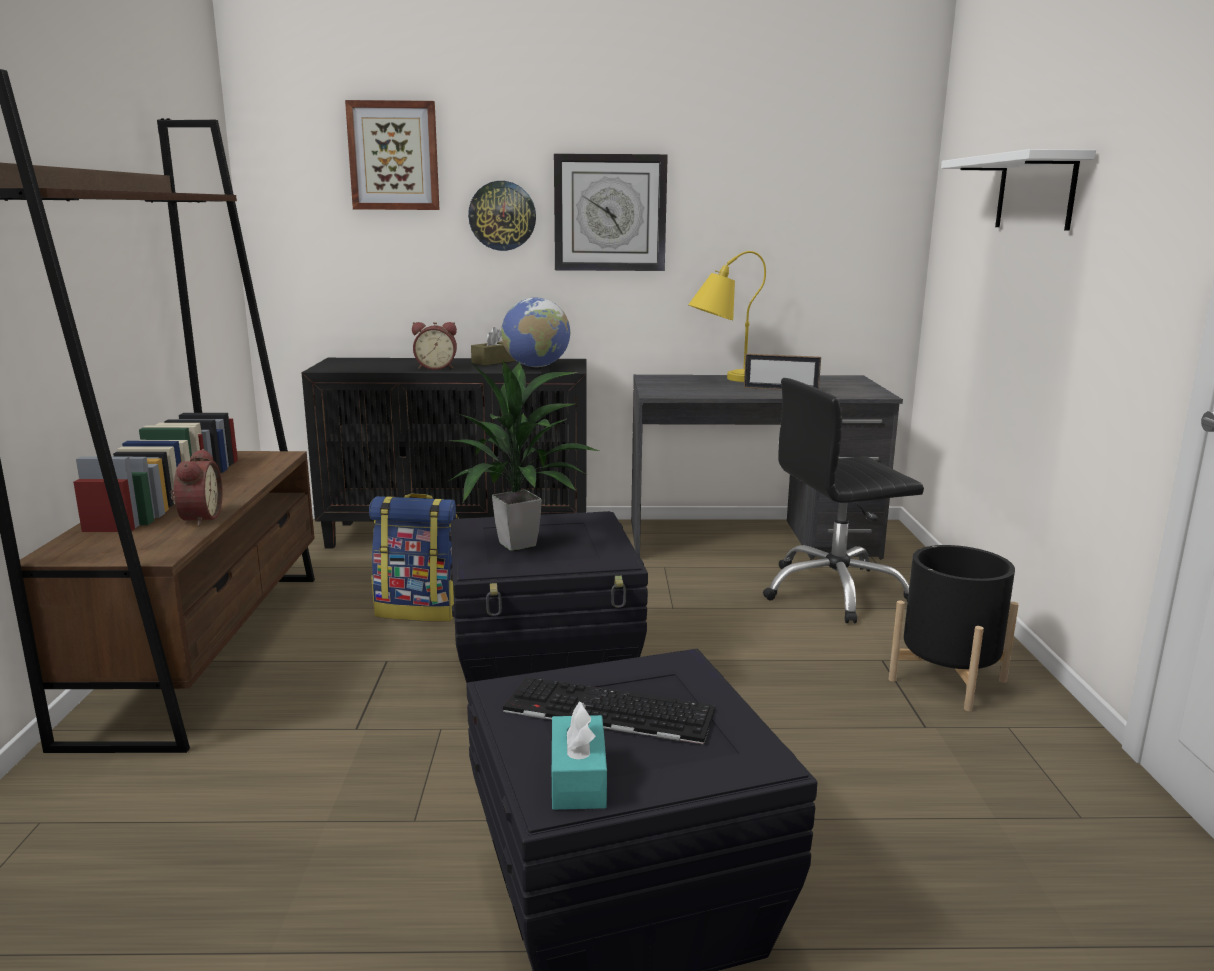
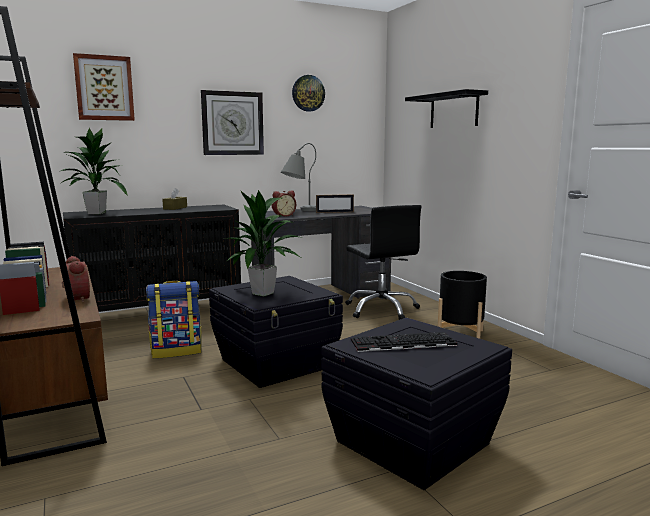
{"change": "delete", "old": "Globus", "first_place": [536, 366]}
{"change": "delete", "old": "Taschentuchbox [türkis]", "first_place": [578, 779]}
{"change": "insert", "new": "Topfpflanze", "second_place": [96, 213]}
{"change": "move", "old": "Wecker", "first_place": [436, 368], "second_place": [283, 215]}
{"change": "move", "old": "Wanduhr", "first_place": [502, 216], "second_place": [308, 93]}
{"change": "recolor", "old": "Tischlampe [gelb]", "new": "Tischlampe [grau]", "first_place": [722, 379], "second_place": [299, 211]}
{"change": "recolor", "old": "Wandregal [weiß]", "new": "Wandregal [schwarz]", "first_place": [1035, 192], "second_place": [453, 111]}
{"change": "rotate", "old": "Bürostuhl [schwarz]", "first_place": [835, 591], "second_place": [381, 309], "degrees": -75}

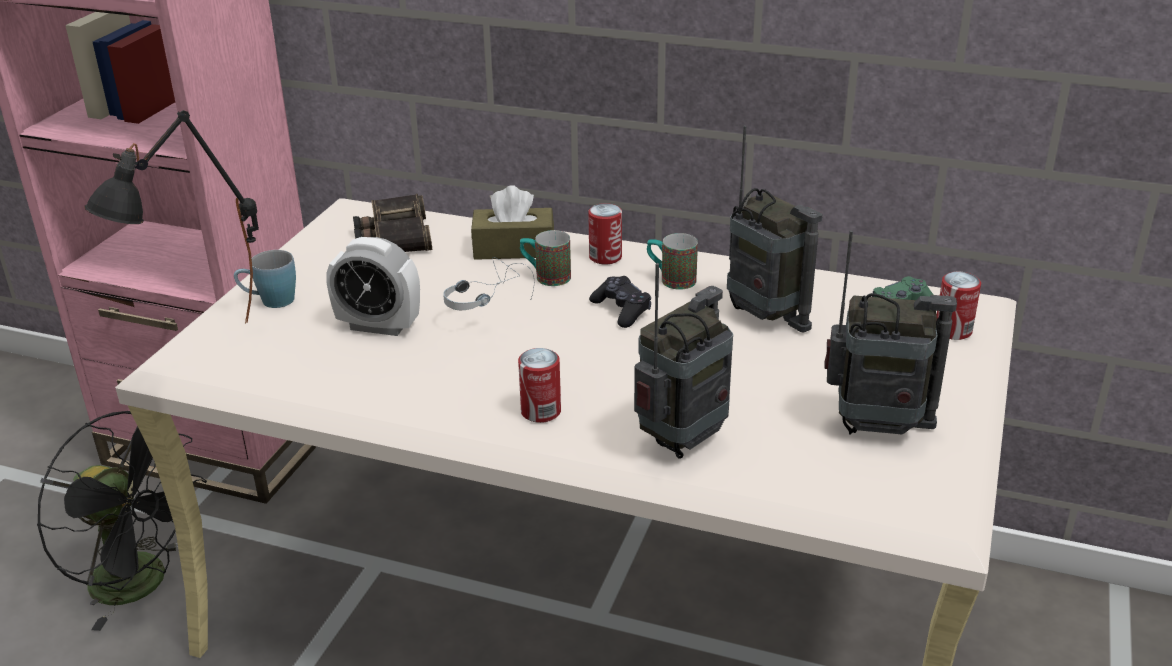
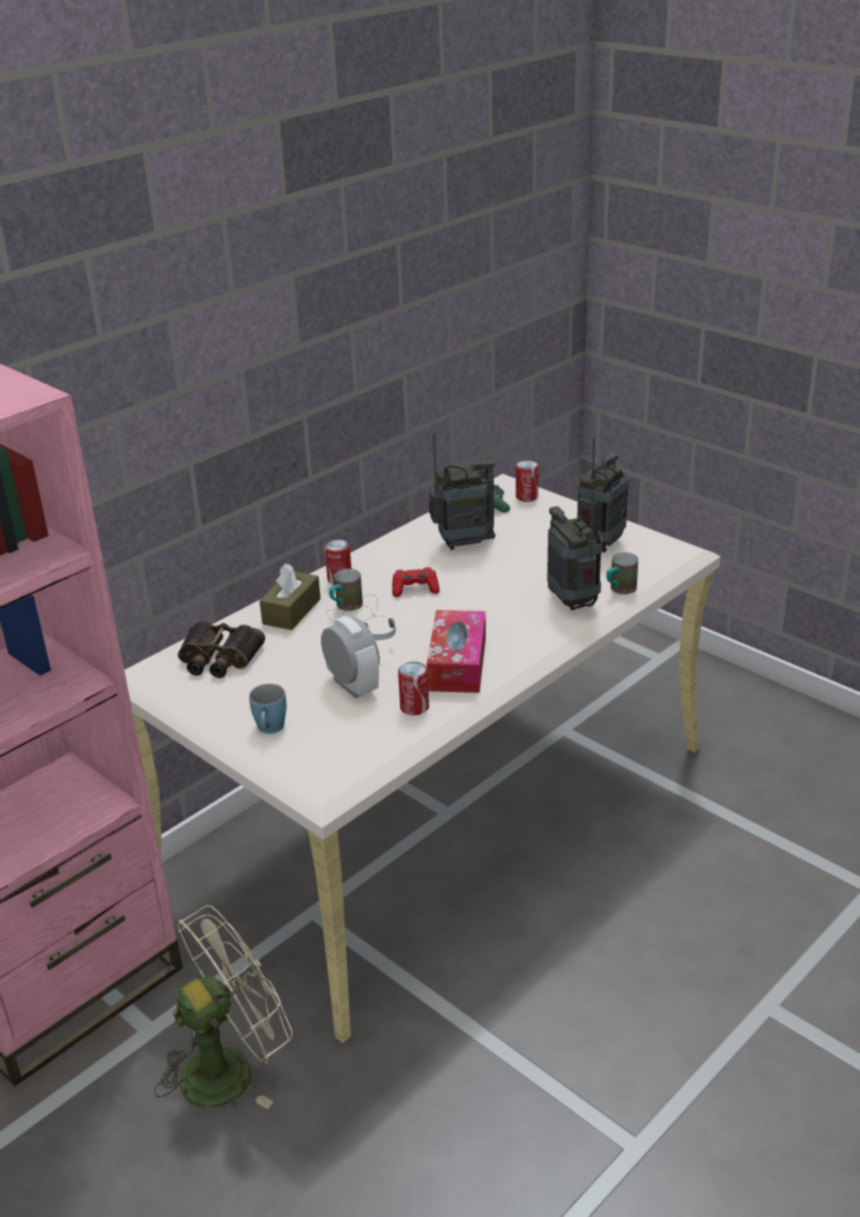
{"change": "delete", "old": "Tischlampe [schwarz]", "first_place": [206, 349]}
{"change": "insert", "new": "Taschentuchbox", "second_place": [457, 664]}
{"change": "move", "old": "Dose", "first_place": [541, 411], "second_place": [414, 707]}
{"change": "move", "old": "Henkelbecher", "first_place": [671, 279], "second_place": [619, 590]}
{"change": "recolor", "old": "Ventilator [schwarz]", "new": "Ventilator [beige]", "first_place": [143, 584], "second_place": [230, 1067]}
{"change": "recolor", "old": "Gamepad [schwarz]", "new": "Gamepad [rot]", "first_place": [621, 310], "second_place": [415, 589]}
{"change": "rotate", "old": "Wecker", "first_place": [378, 326], "second_place": [352, 685], "degrees": -75}

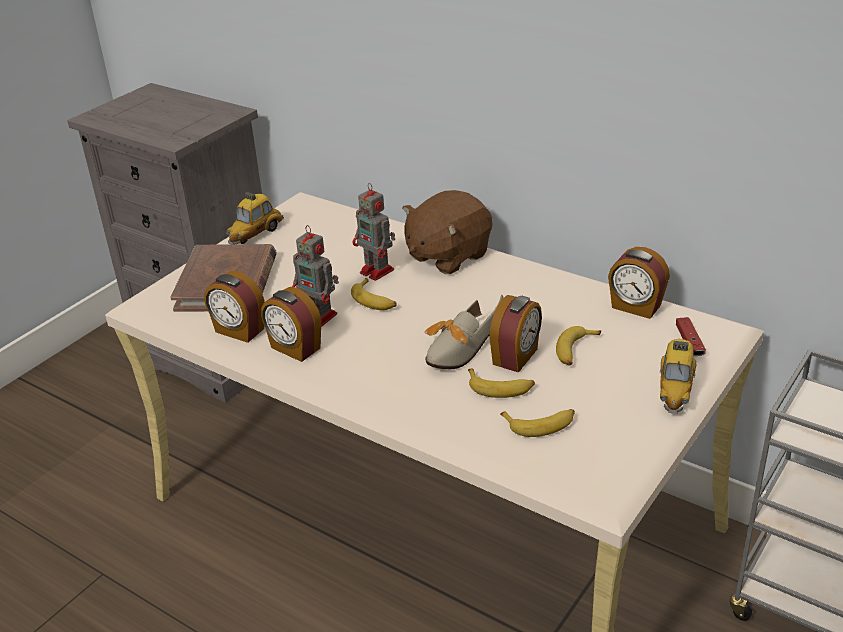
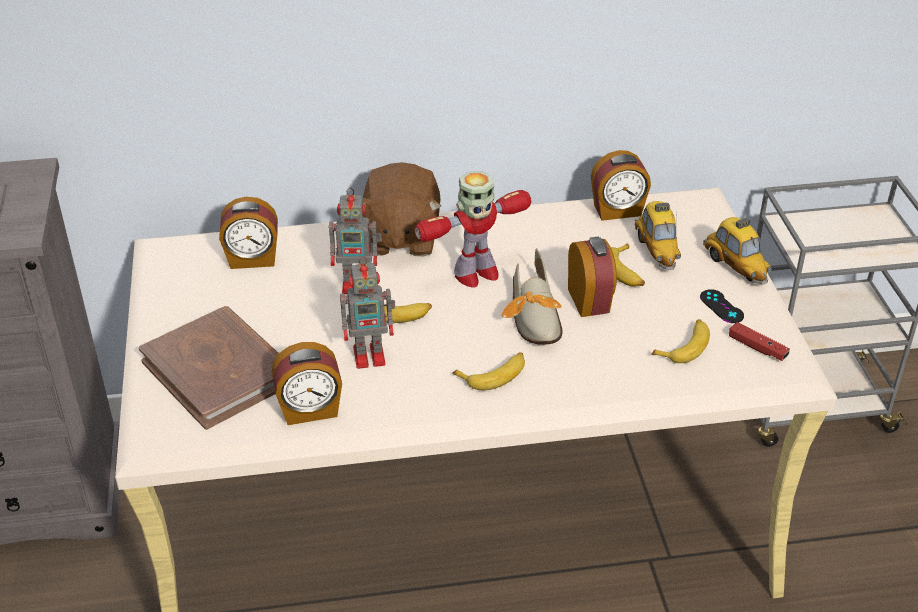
{"change": "insert", "new": "Spielzeugroboter", "second_place": [475, 274]}
{"change": "insert", "new": "Gamepad [schwarz]", "second_place": [721, 306]}
{"change": "move", "old": "Spielzeugauto", "first_place": [255, 234], "second_place": [657, 250]}
{"change": "move", "old": "Wecker", "first_place": [294, 348], "second_place": [252, 259]}
{"change": "move", "old": "Banane", "first_place": [500, 388], "second_place": [494, 375]}
{"change": "move", "old": "Gamepad [rot]", "first_place": [689, 342], "second_place": [757, 348]}

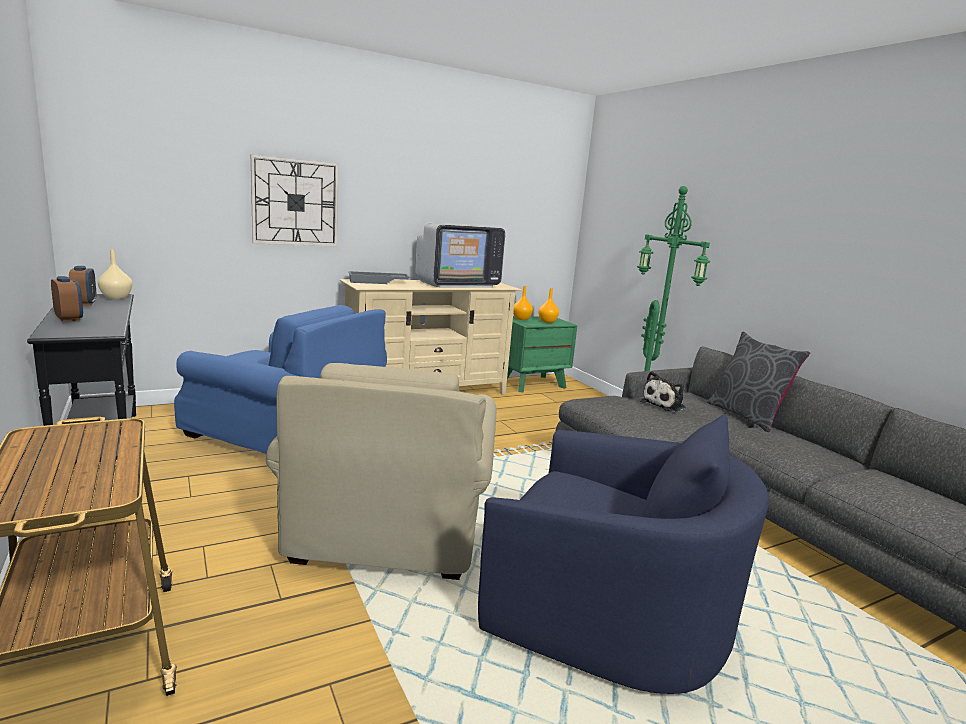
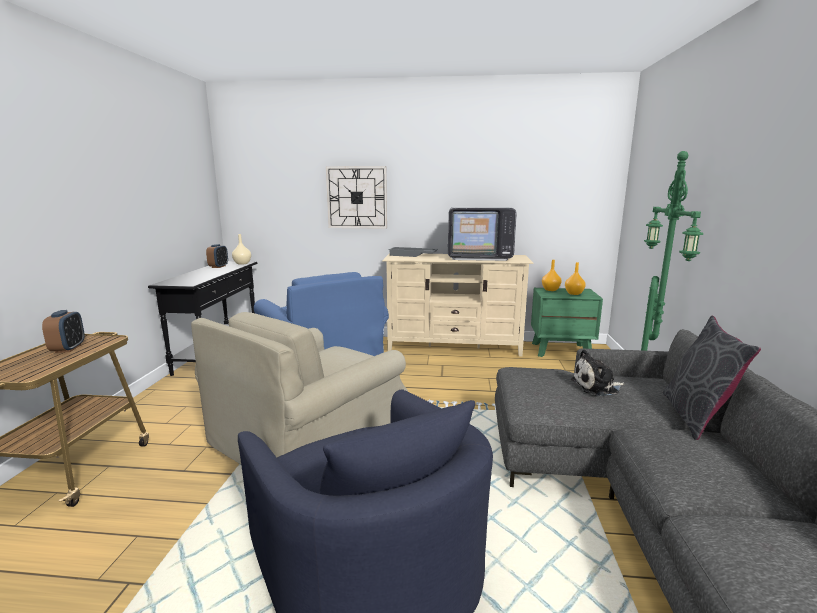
{"change": "move", "old": "Wecker", "first_place": [69, 318], "second_place": [68, 348]}

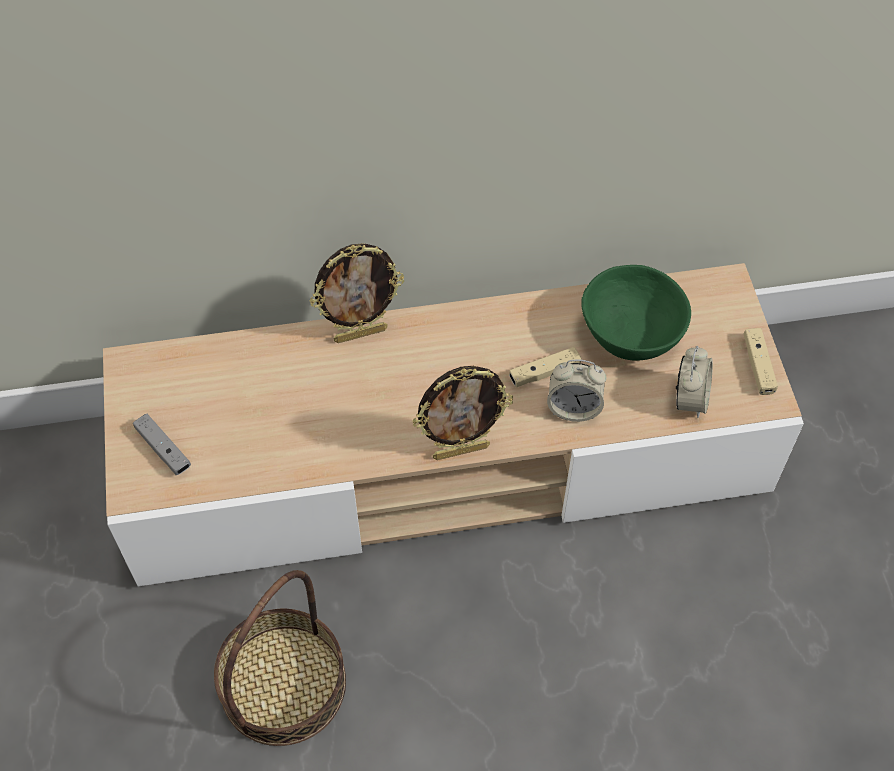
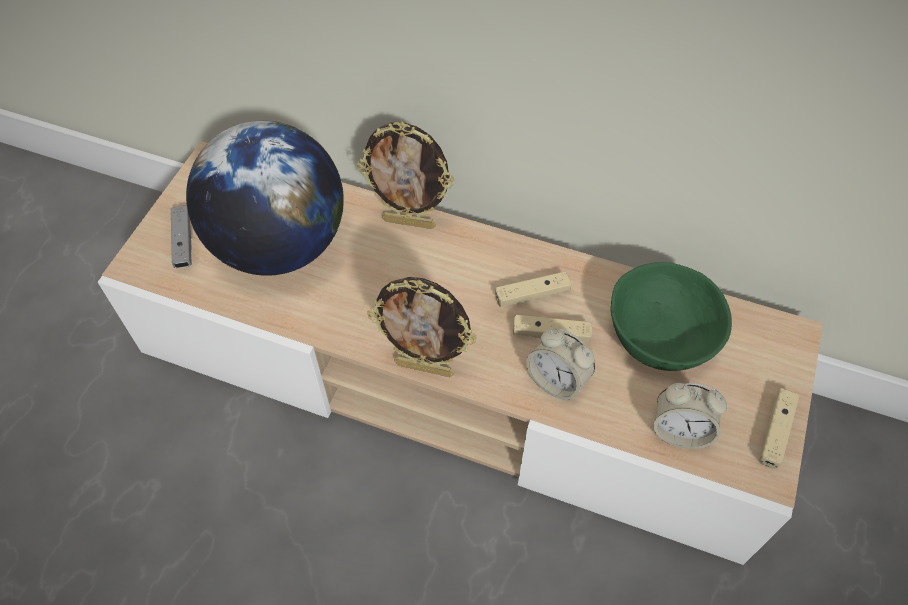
{"change": "delete", "old": "Korb", "first_place": [283, 683]}
{"change": "insert", "new": "Globus", "second_place": [279, 245]}
{"change": "insert", "new": "Gamepad [beige]", "second_place": [532, 294]}
{"change": "rotate", "old": "Wecker", "first_place": [689, 400], "second_place": [680, 430], "degrees": 60}

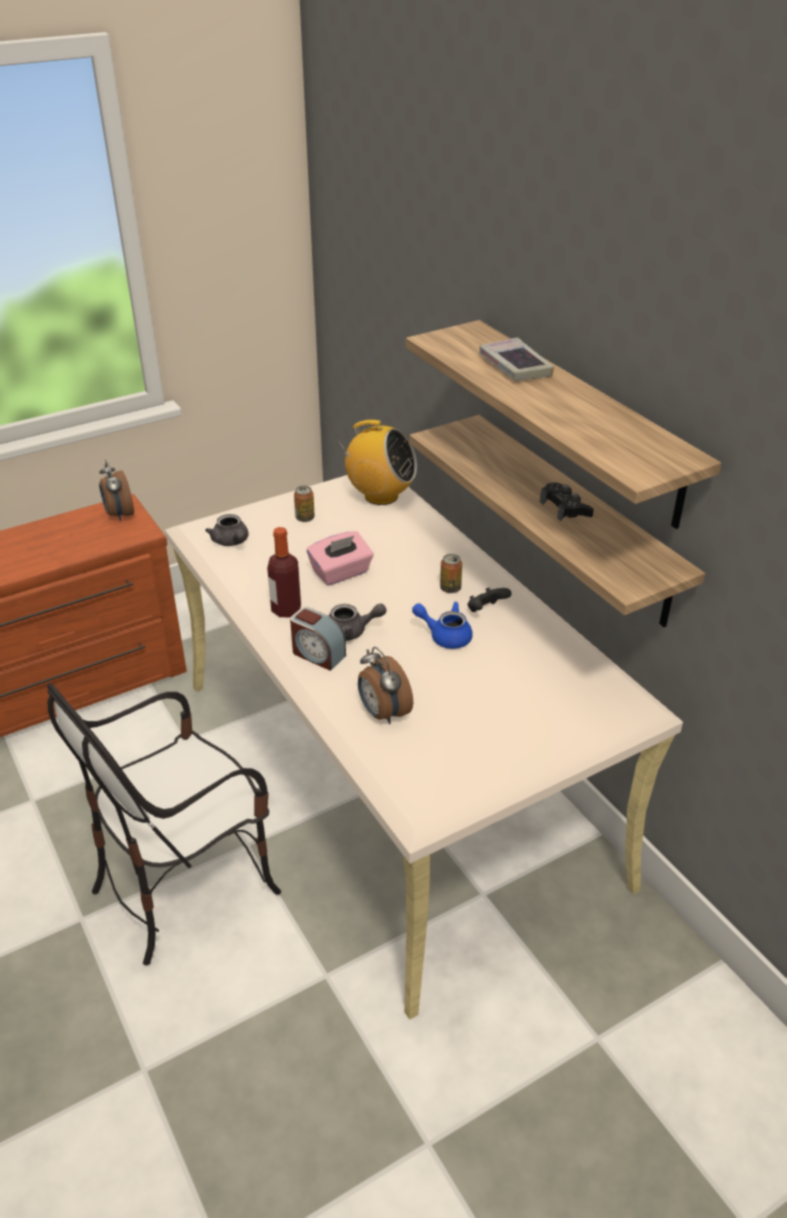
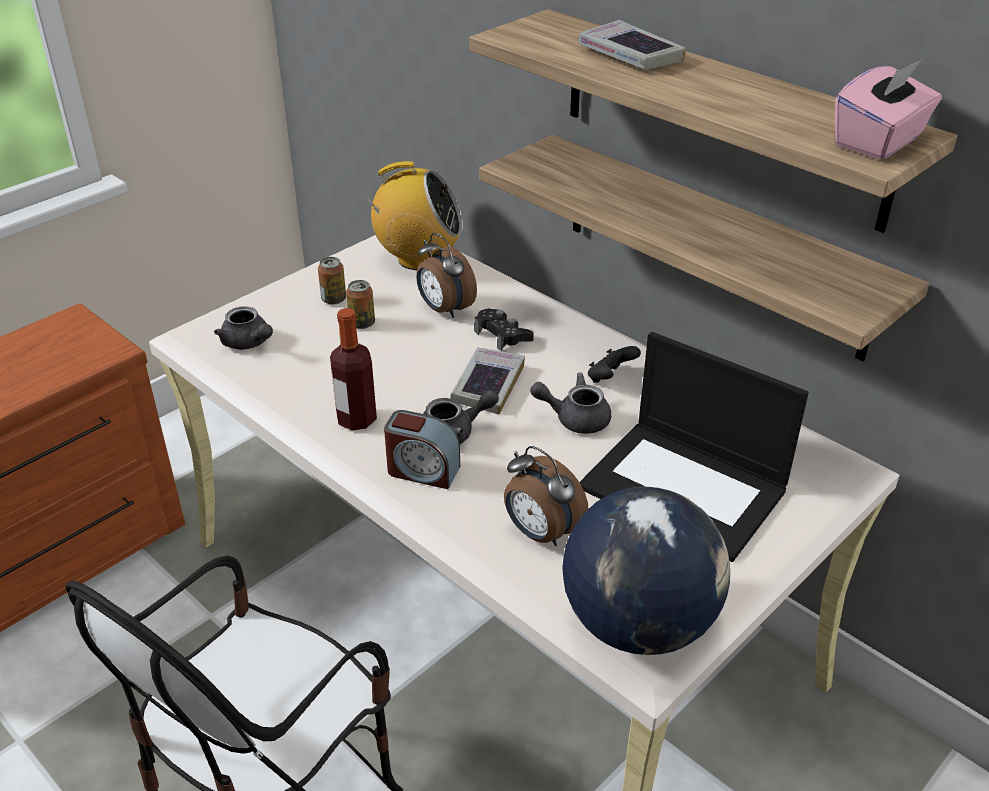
{"change": "insert", "new": "Buch", "second_place": [488, 385]}
{"change": "insert", "new": "Globus", "second_place": [638, 623]}
{"change": "insert", "new": "Laptop", "second_place": [686, 488]}
{"change": "move", "old": "Wecker", "first_place": [119, 514], "second_place": [444, 309]}
{"change": "move", "old": "Taschentuchbox [rosa]", "first_place": [341, 573], "second_place": [880, 141]}
{"change": "move", "old": "Dose", "first_place": [450, 588], "second_place": [362, 323]}
{"change": "move", "old": "Gamepad [schwarz]", "first_place": [565, 508], "second_place": [502, 335]}
{"change": "recolor", "old": "Teekanne [blau]", "new": "Teekanne [grau]", "first_place": [445, 636], "second_place": [574, 418]}

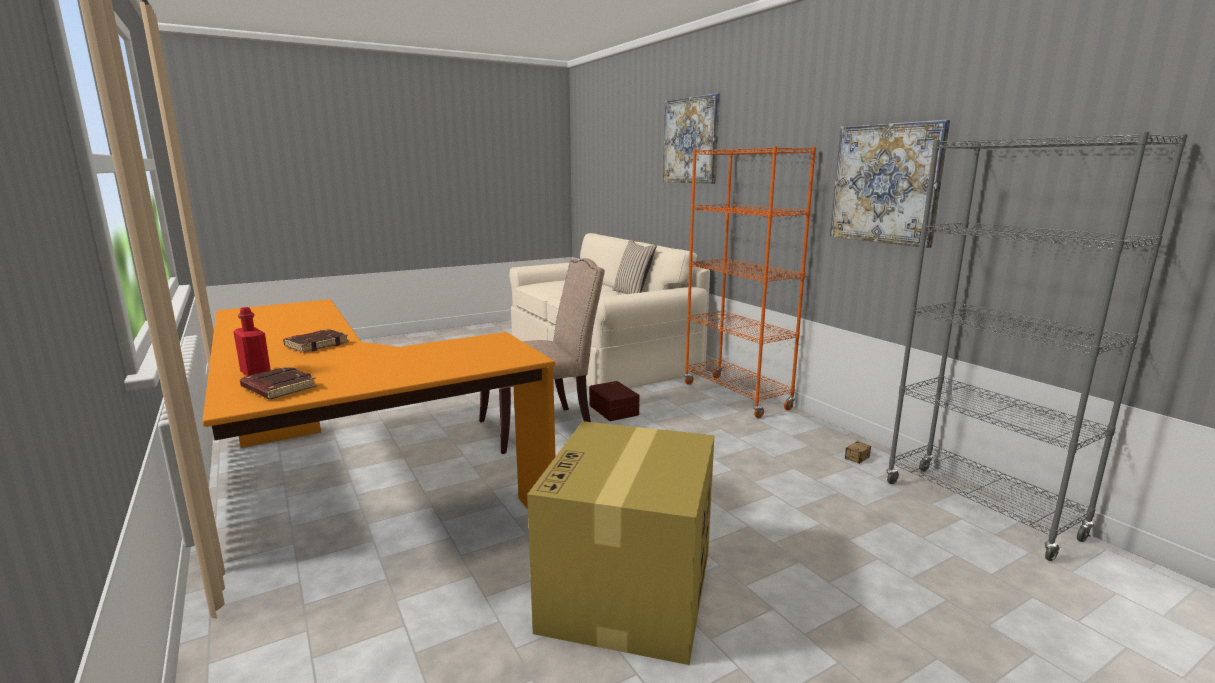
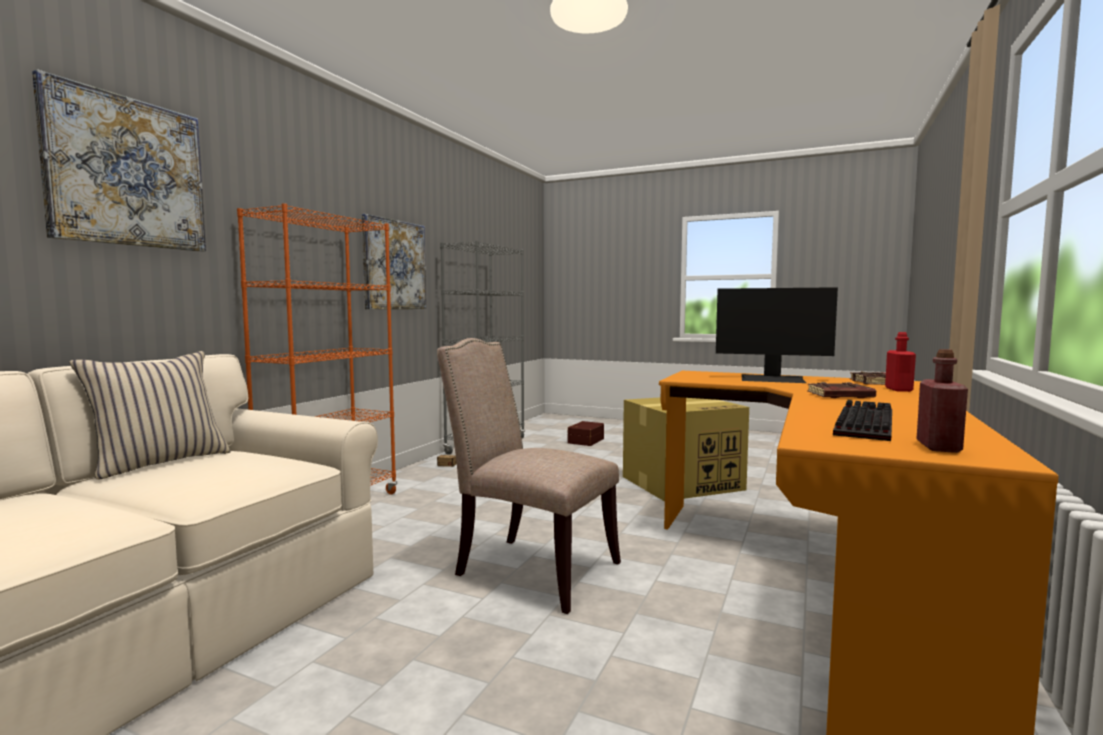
{"change": "insert", "new": "Monitor", "second_place": [773, 379]}
{"change": "insert", "new": "Tastatur", "second_place": [861, 423]}
{"change": "insert", "new": "Flasche [rot]", "second_place": [938, 447]}
{"change": "move", "old": "Aufbewahrungsbox [braun]", "first_place": [614, 410], "second_place": [585, 441]}

